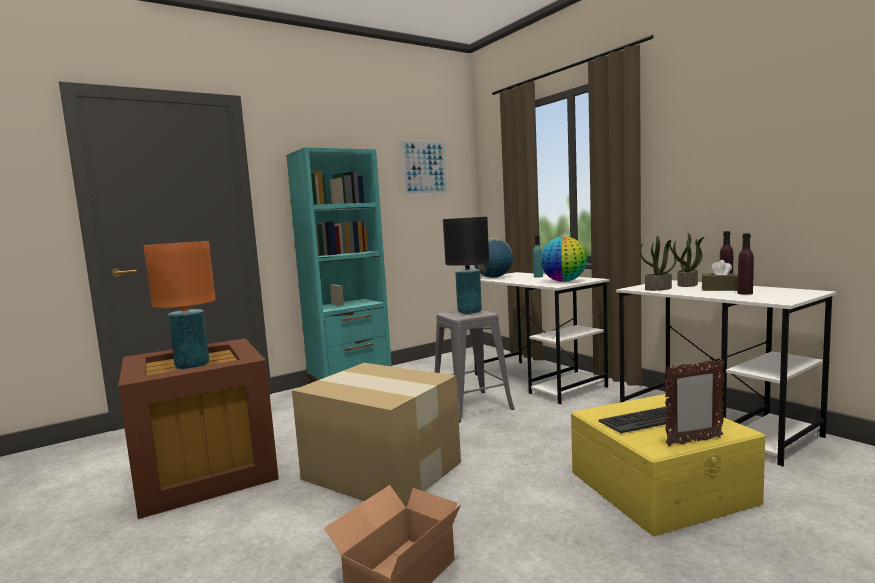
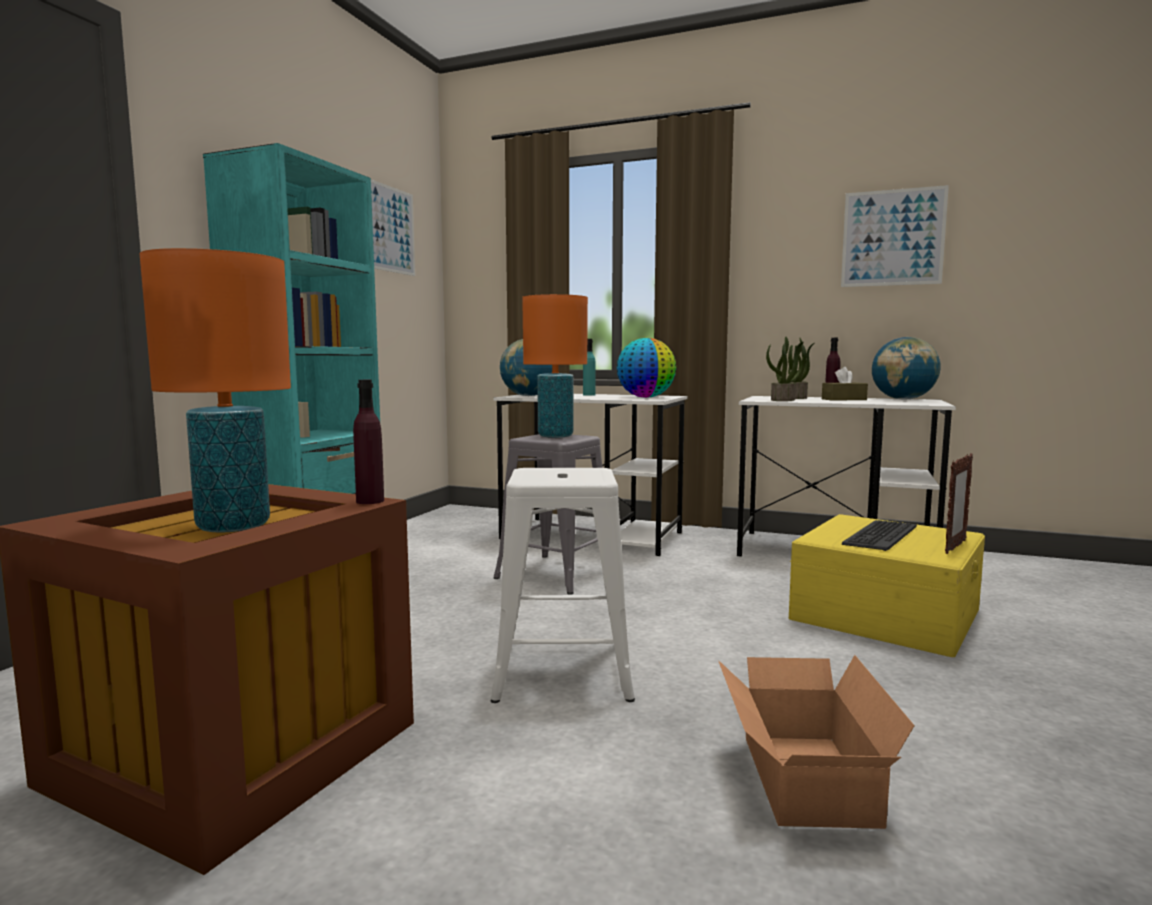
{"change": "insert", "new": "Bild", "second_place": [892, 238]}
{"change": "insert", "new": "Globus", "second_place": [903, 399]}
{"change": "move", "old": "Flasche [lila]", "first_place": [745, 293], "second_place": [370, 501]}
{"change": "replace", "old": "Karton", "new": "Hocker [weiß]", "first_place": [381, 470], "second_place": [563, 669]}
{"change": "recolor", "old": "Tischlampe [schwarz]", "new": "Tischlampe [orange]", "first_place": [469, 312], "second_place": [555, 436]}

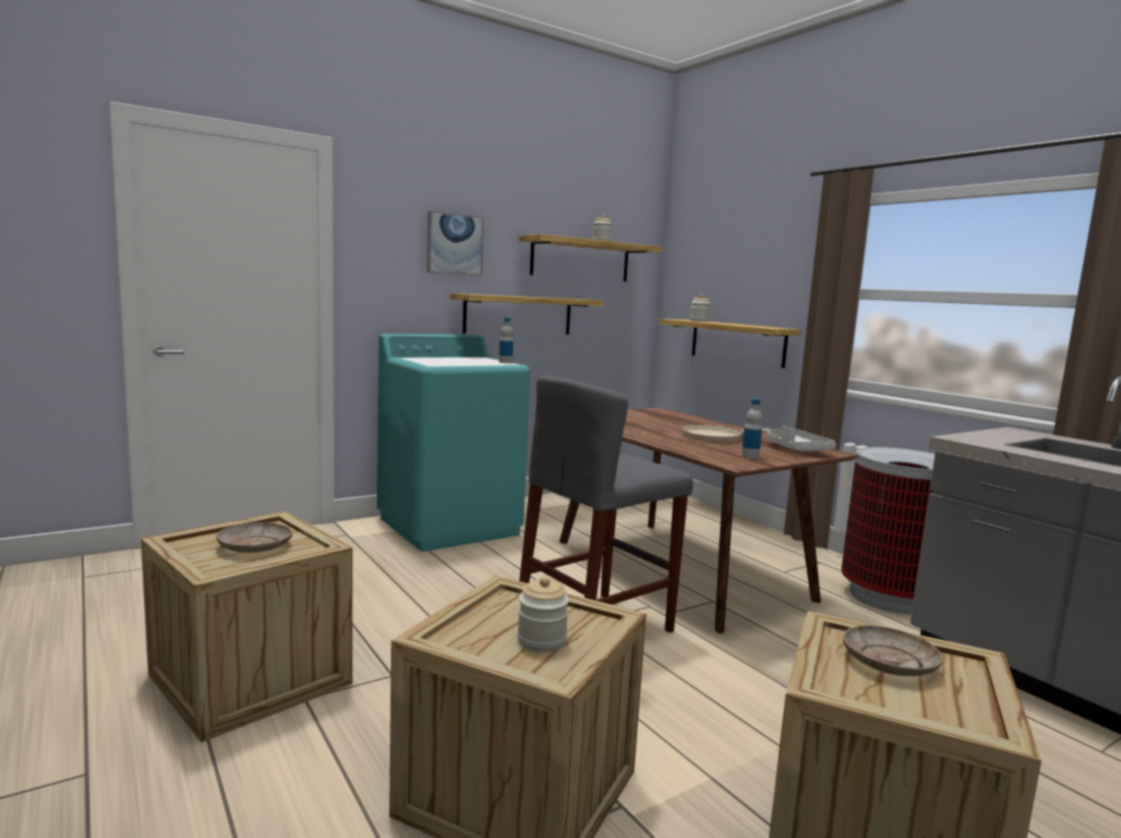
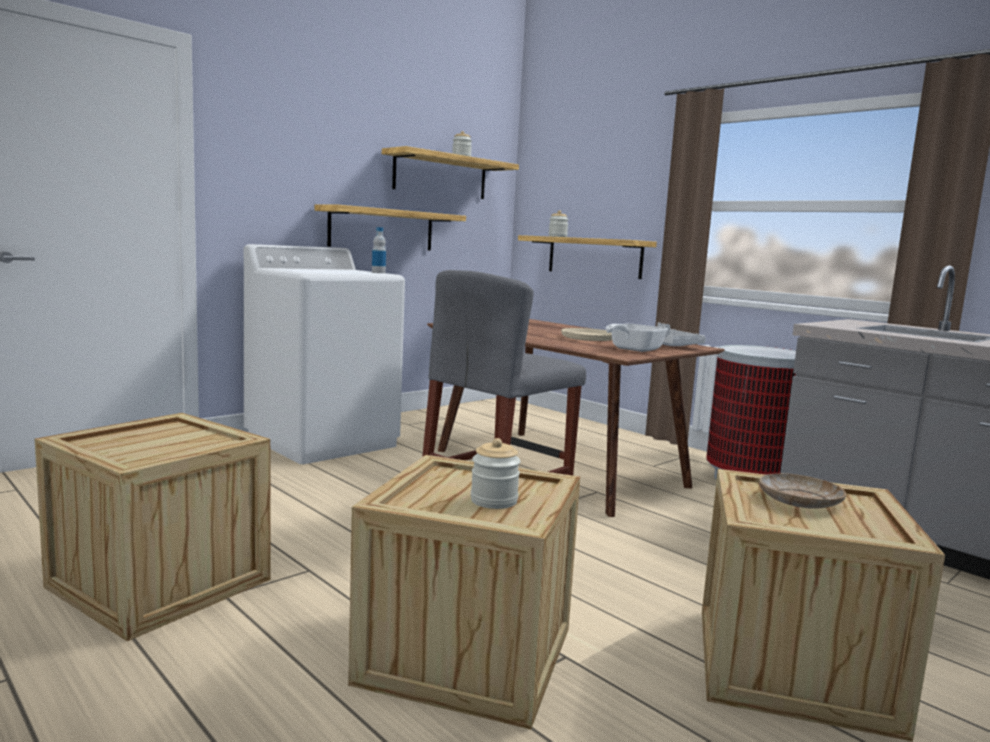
{"change": "delete", "old": "Teller [beige]", "first_place": [255, 546]}
{"change": "delete", "old": "Bild", "first_place": [454, 244]}
{"change": "replace", "old": "Flasche", "new": "Pfanne", "first_place": [750, 455], "second_place": [632, 350]}
{"change": "recolor", "old": "Waschmaschine [türkis]", "new": "Waschmaschine [weiß]", "first_place": [450, 526], "second_place": [323, 441]}

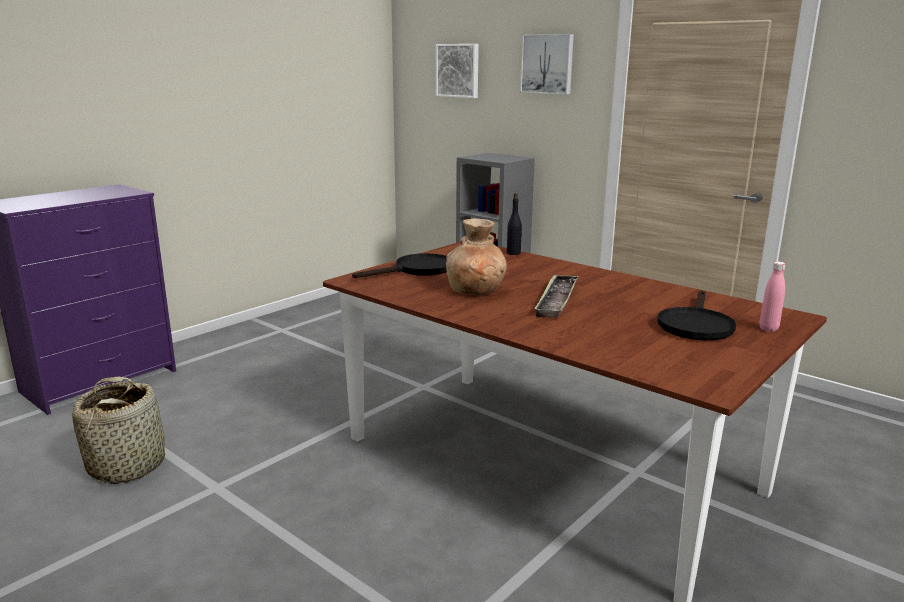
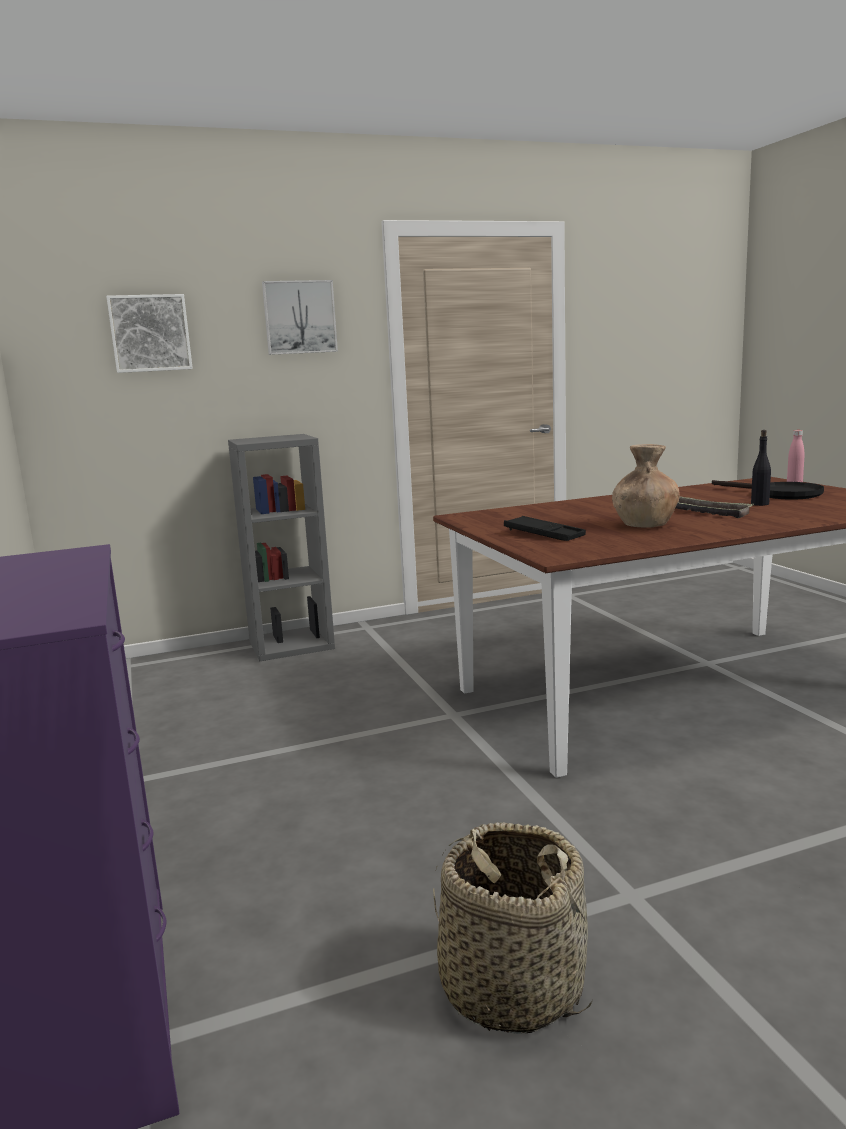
{"change": "move", "old": "Flasche [schwarz]", "first_place": [513, 253], "second_place": [760, 504]}
{"change": "replace", "old": "Pfanne [schwarz]", "new": "Tablett [schwarz]", "first_place": [417, 270], "second_place": [544, 535]}

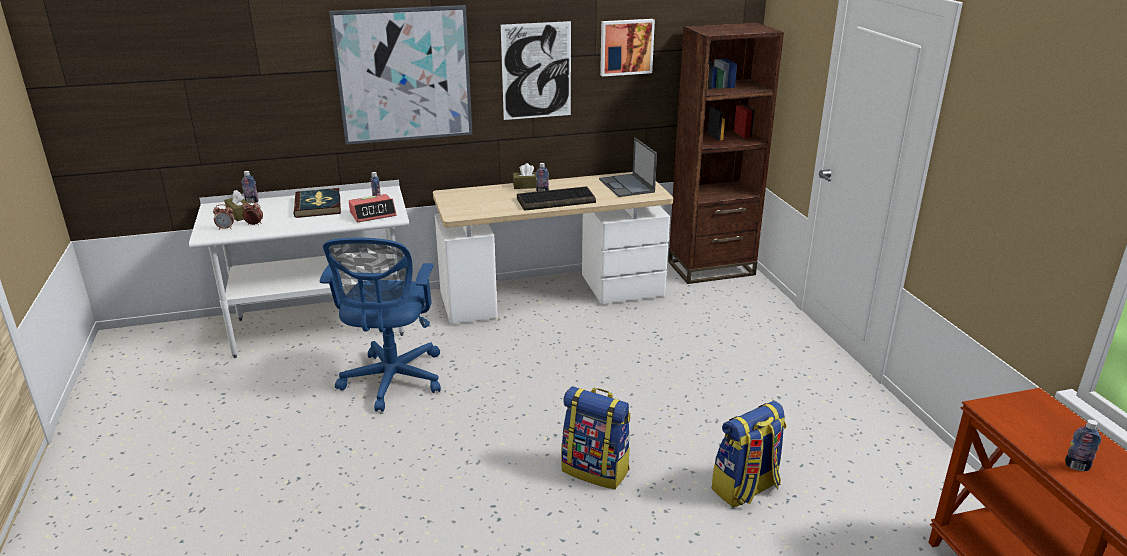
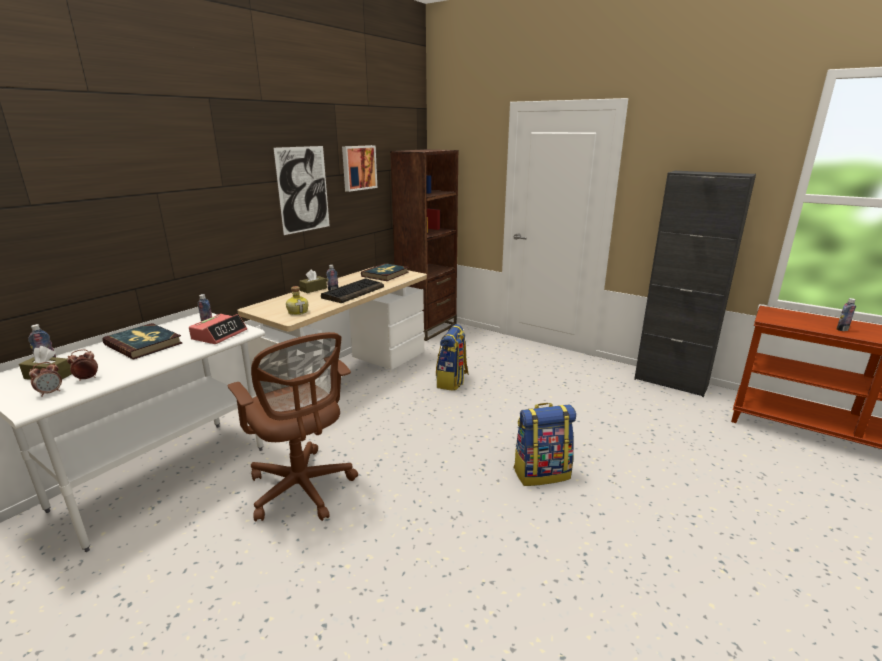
{"change": "delete", "old": "Bild", "first_place": [404, 75]}
{"change": "insert", "new": "Flasche", "second_place": [298, 312]}
{"change": "insert", "new": "Schrank [schwarz]", "second_place": [670, 382]}
{"change": "move", "old": "Rucksack", "first_place": [746, 489], "second_place": [452, 381]}
{"change": "replace", "old": "Laptop", "new": "Buch", "first_place": [627, 186], "second_place": [385, 274]}
{"change": "recolor", "old": "Bürostuhl [blau]", "new": "Bürostuhl [braun]", "first_place": [392, 382], "second_place": [303, 490]}

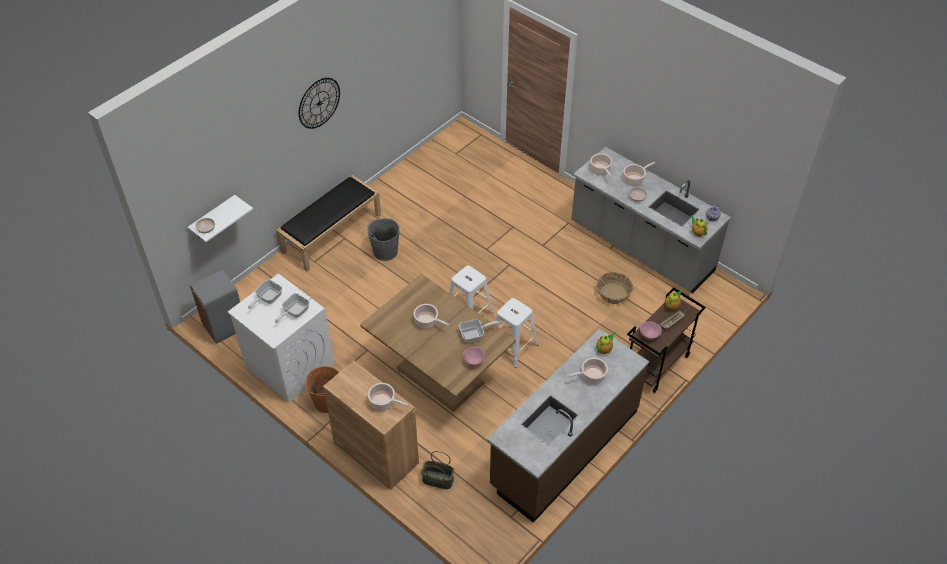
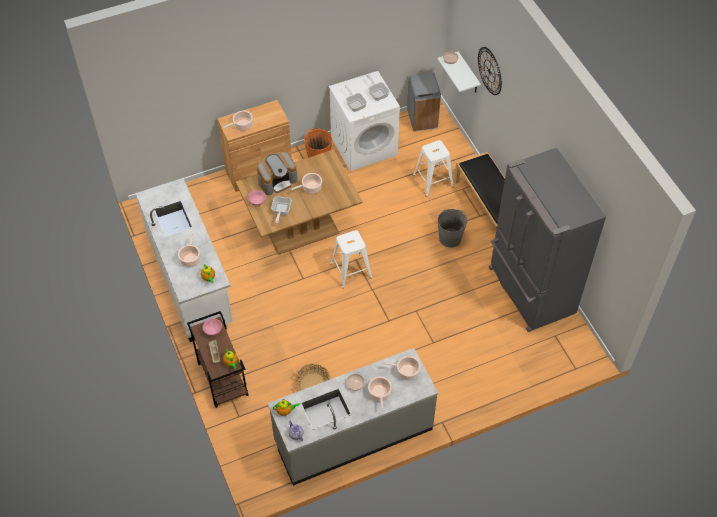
{"change": "delete", "old": "Korb", "first_place": [437, 480]}
{"change": "insert", "new": "Kaffeemaschine", "second_place": [277, 180]}
{"change": "insert", "new": "Kühlschrank [grau]", "second_place": [529, 291]}
{"change": "move", "old": "Wanduhr", "first_place": [319, 103], "second_place": [489, 71]}
{"change": "move", "old": "Hocker [weiß]", "first_place": [513, 346], "second_place": [432, 181]}
{"change": "recolor", "old": "Küchenzeile [braun]", "new": "Küchenzeile [weiß]", "first_place": [564, 448], "second_place": [190, 280]}

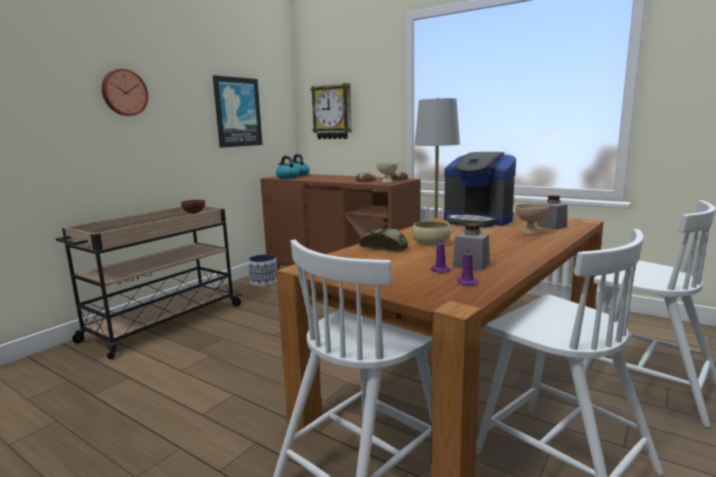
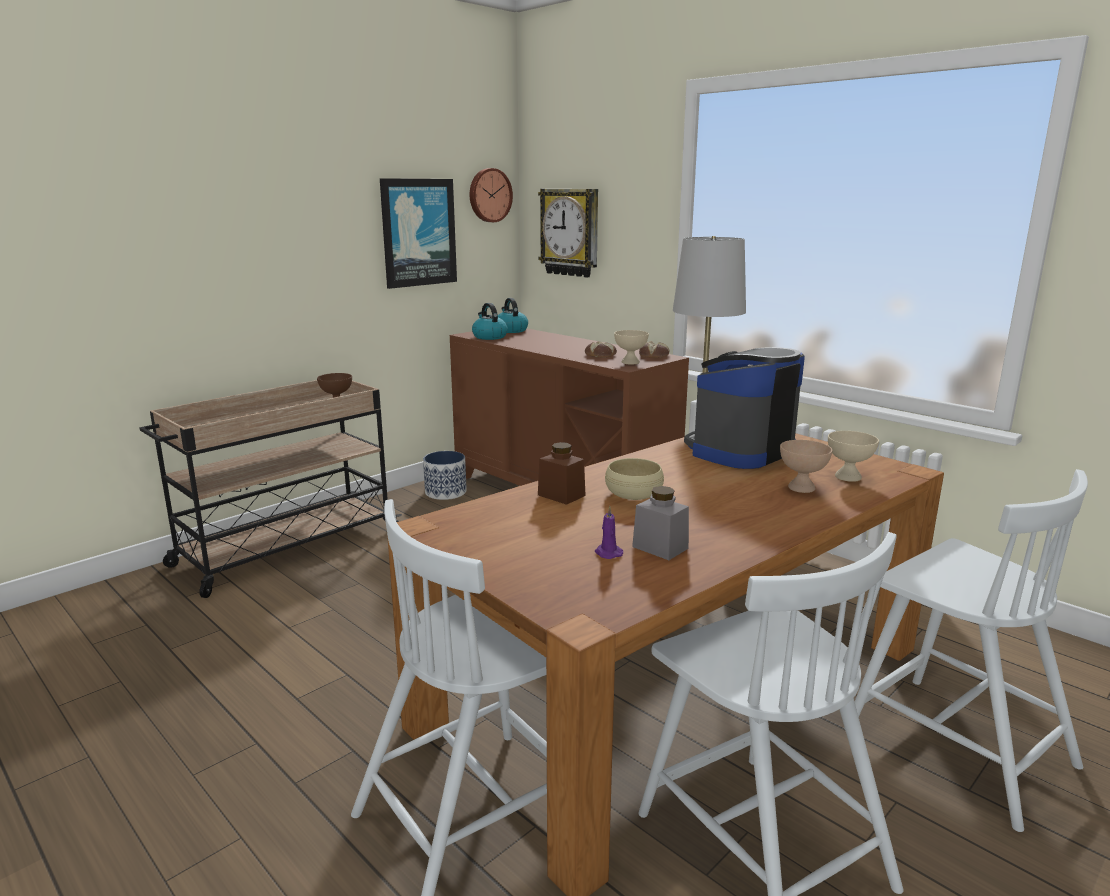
{"change": "delete", "old": "Kerze [lila]", "first_place": [467, 282]}
{"change": "move", "old": "Wanduhr", "first_place": [124, 92], "second_place": [489, 195]}
{"change": "replace", "old": "Brot", "new": "Vorratsglas [braun]", "first_place": [385, 247], "second_place": [561, 495]}
{"change": "replace", "old": "Vorratsglas [grau]", "new": "Schüssel [beige]", "first_place": [551, 226], "second_place": [847, 477]}
{"change": "rotate", "old": "Kaffeemaschine", "first_place": [477, 220], "second_place": [739, 451], "degrees": 90}

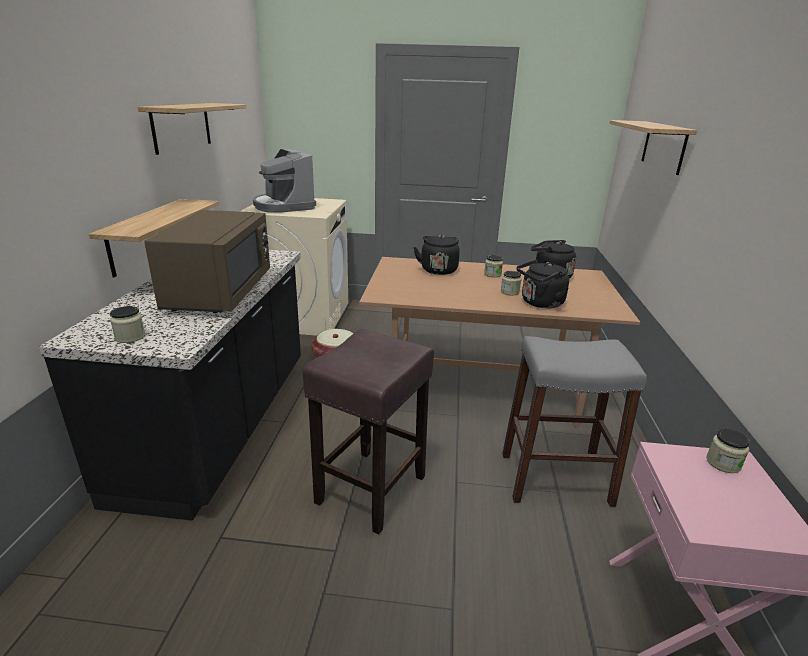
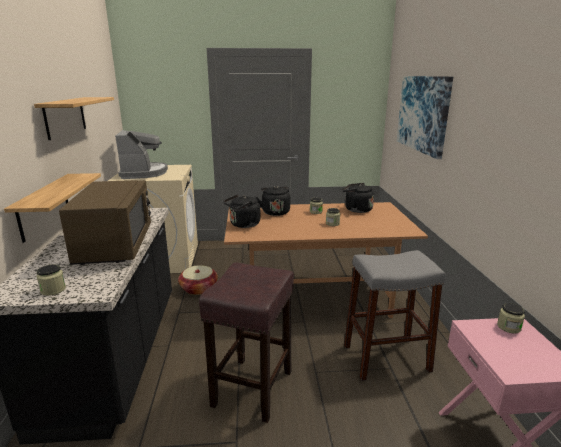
{"change": "move", "old": "Wasserkessel [schwarz]", "first_place": [540, 303], "second_place": [243, 225]}
{"change": "replace", "old": "Wandregal", "new": "Bild", "first_place": [663, 146], "second_place": [423, 113]}
{"change": "rotate", "old": "Kaffeemaschine", "first_place": [283, 206], "second_place": [143, 173], "degrees": -150}

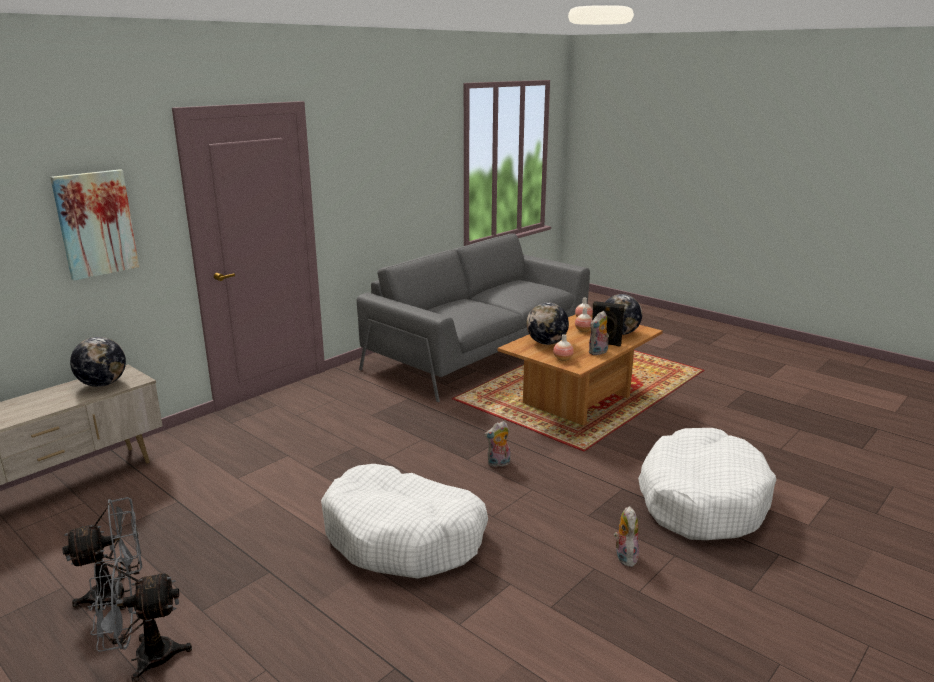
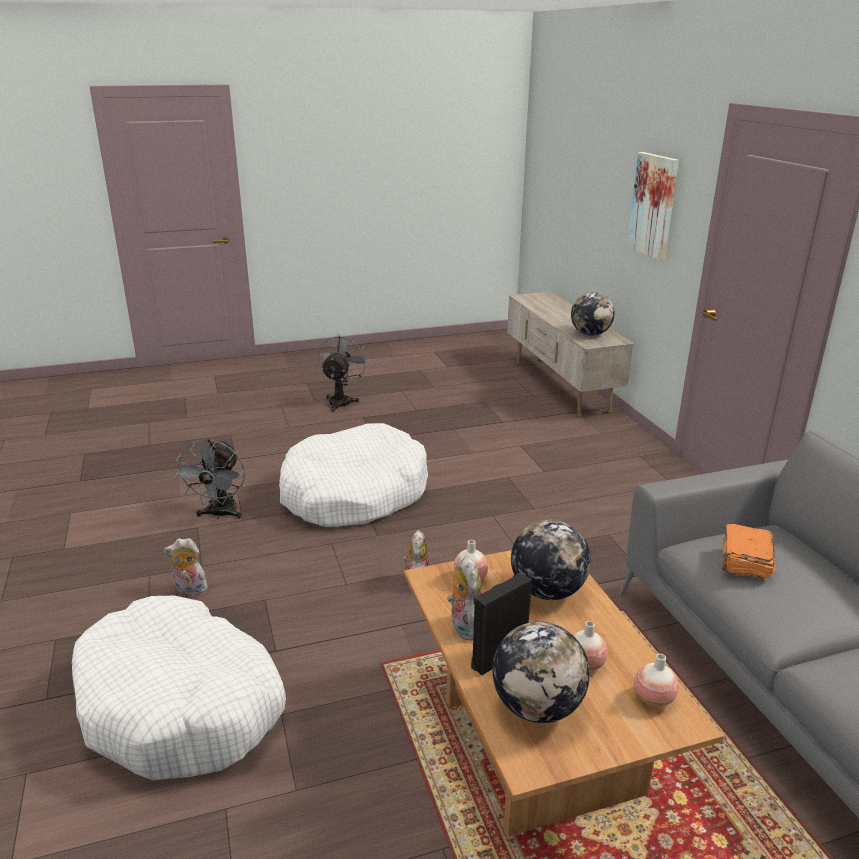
{"change": "insert", "new": "Buch [orange]", "second_place": [744, 561]}
{"change": "move", "old": "Ventilator [grau]", "first_place": [118, 594], "second_place": [220, 514]}
{"change": "rotate", "old": "Plüschtier", "first_place": [624, 556], "second_place": [189, 590], "degrees": 150}

